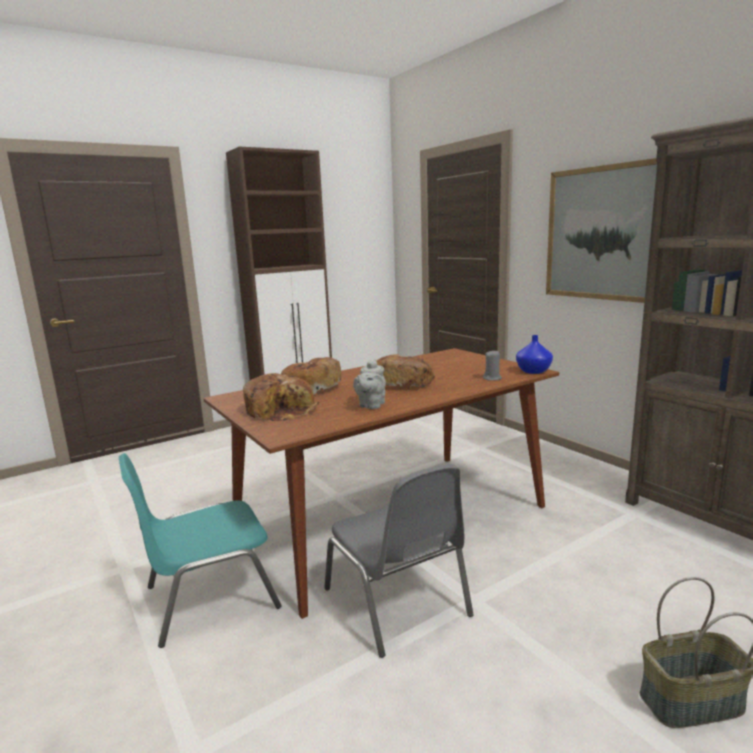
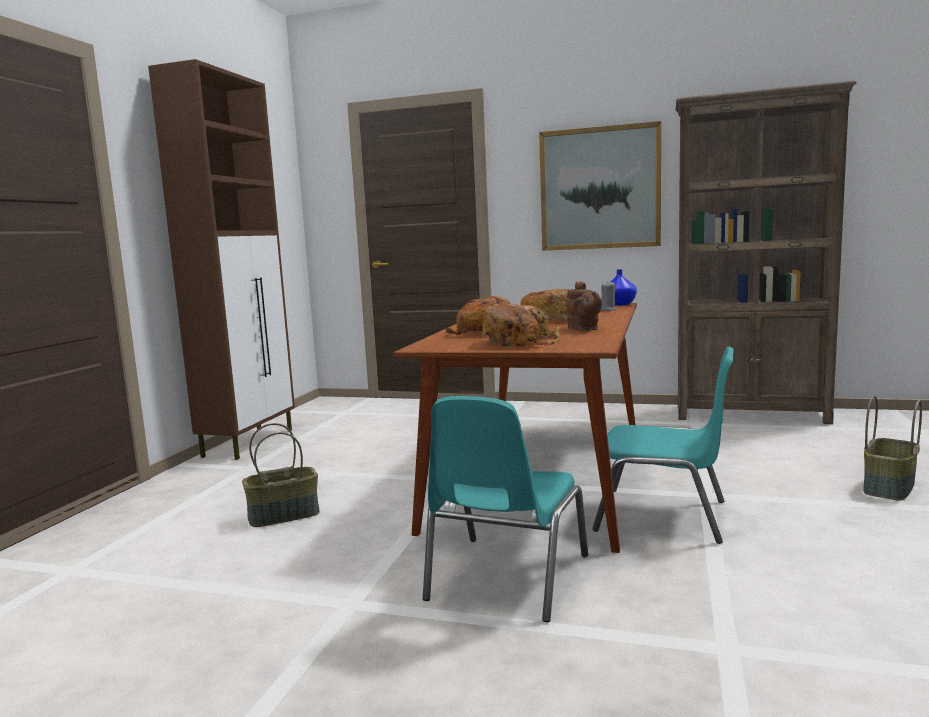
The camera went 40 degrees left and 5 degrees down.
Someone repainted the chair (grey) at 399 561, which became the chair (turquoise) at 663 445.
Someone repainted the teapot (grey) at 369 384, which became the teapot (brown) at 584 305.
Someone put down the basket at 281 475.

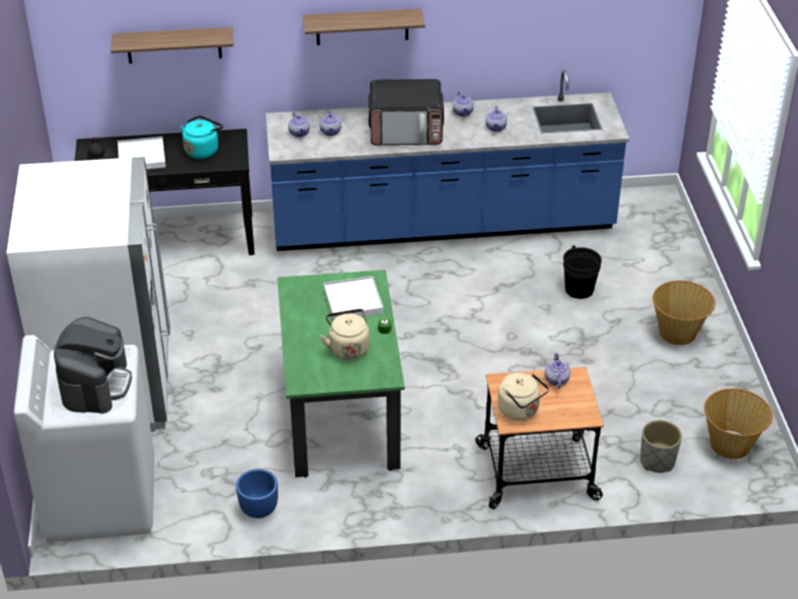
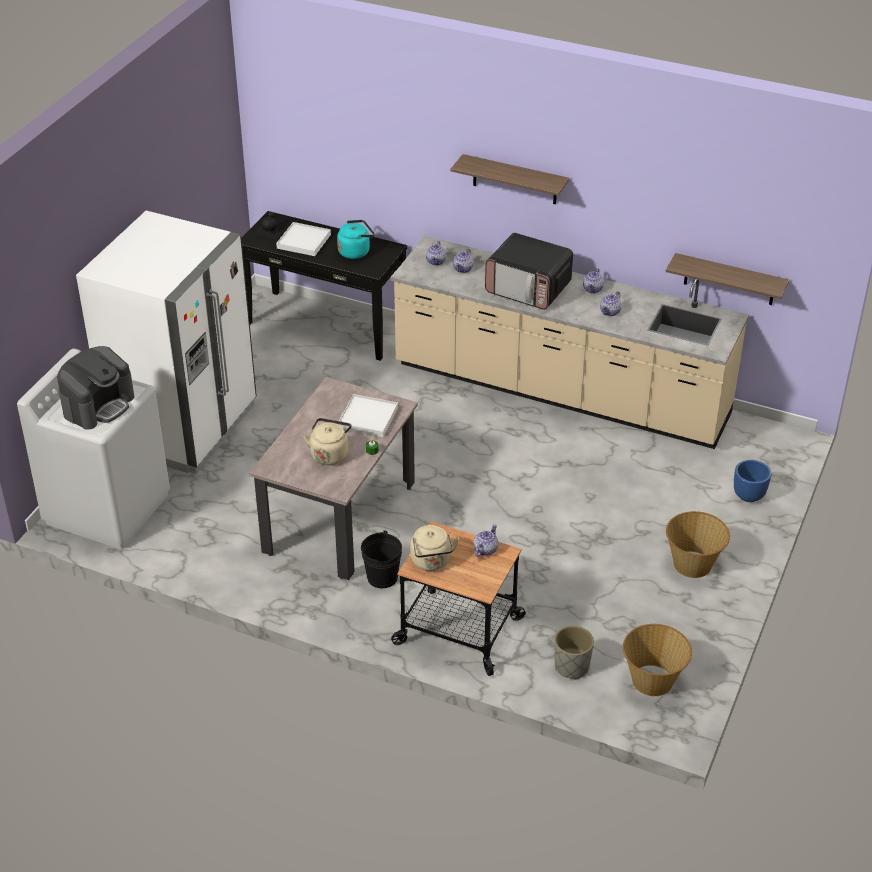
The camera went 30 degrees right and 0 degrees up.
Someone carried the shelf from 172 45 to 727 279.
Someone carried the planter (blue) from 257 493 to 752 481.
Someone repainted the counter (blue) at 447 160, which became the counter (beige) at 570 342.
Someone repainted the dining table (green) at 341 374, which became the dining table (beige) at 333 478.
Someone carried the bucket (black) from 582 272 to 381 559.

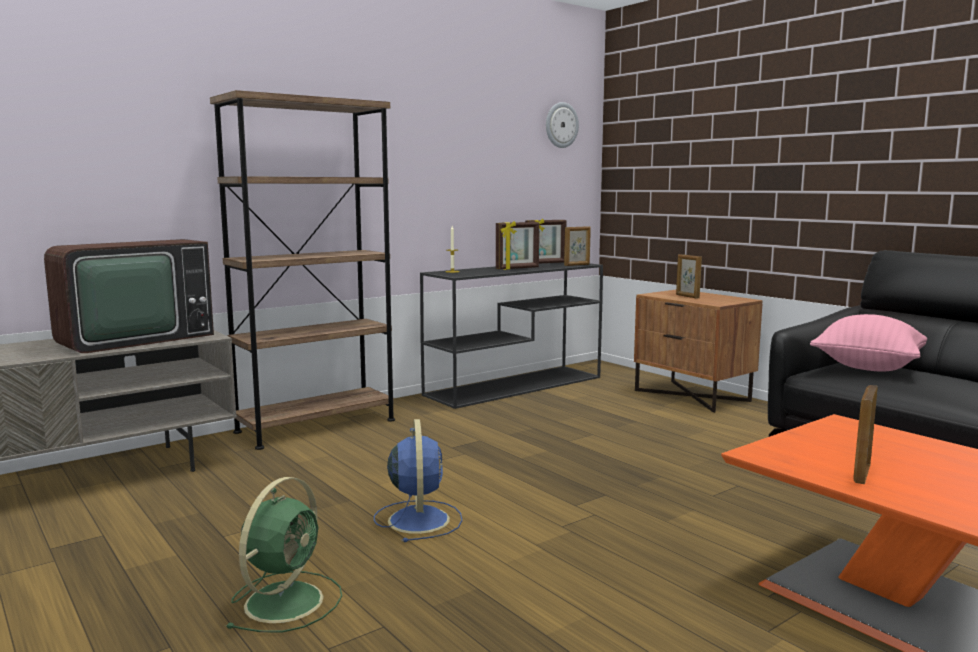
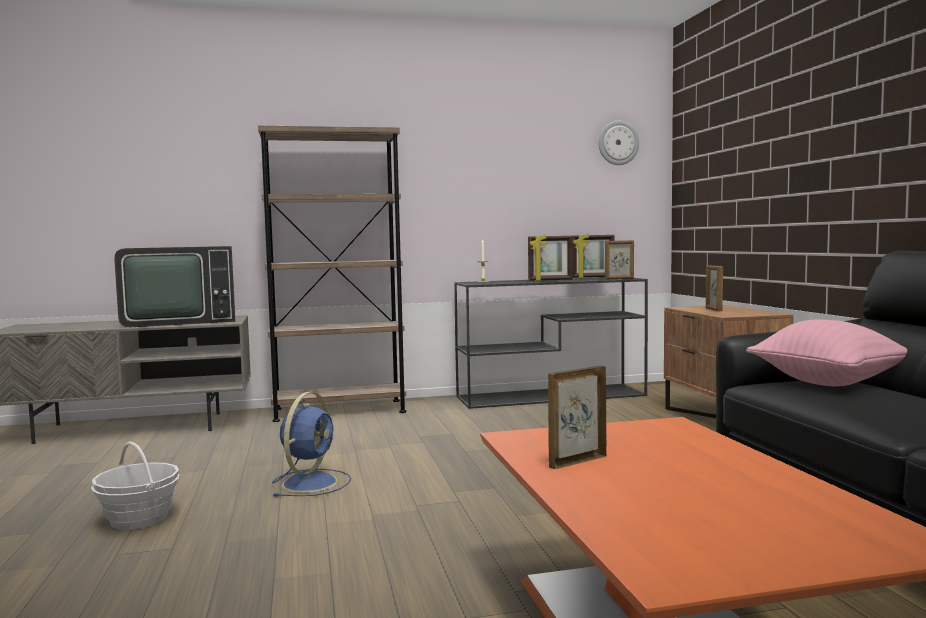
The camera went 25 degrees right and 5 degrees down.
Someone swapped the fan (green) at 283 555 for the basket at 135 486.

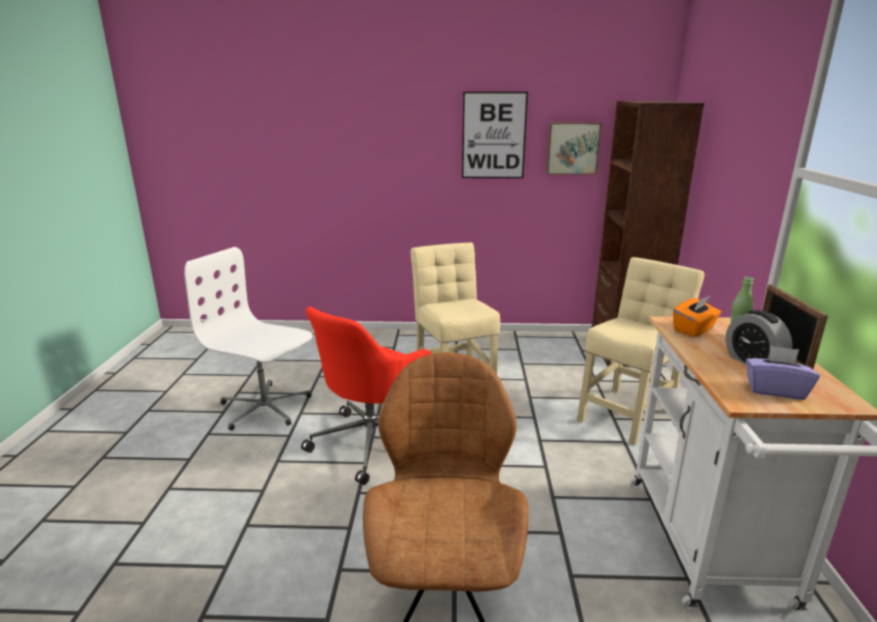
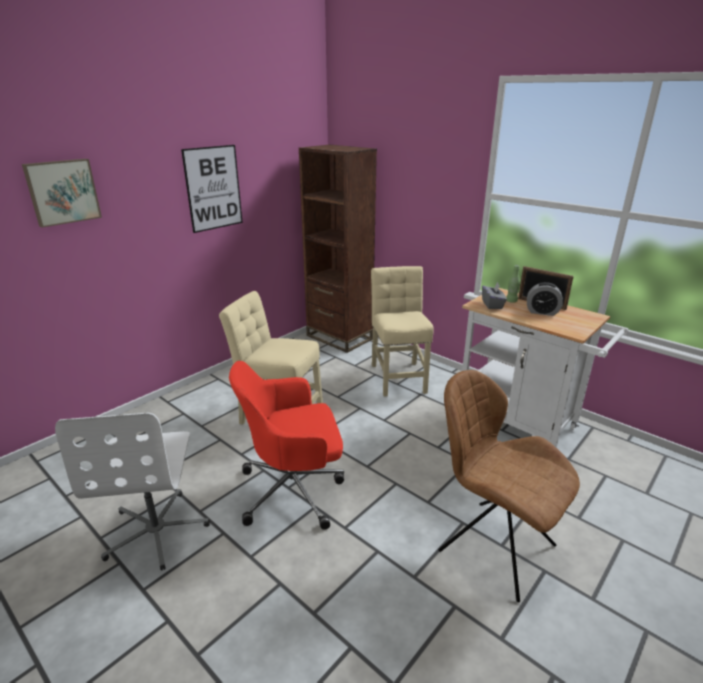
The camera went 50 degrees left and 5 degrees up.
Someone rotated the office chair (white) at 248 338 by 75 degrees counterclockwise.
Someone rotated the office chair (red) at 366 396 by 90 degrees clockwise.
Someone carried the picture from 574 149 to 62 193.
Someone repainted the tissue box (orange) at 697 316, which became the tissue box (grey) at 494 295.
Someone took away the tissue box (purple) at 783 372.

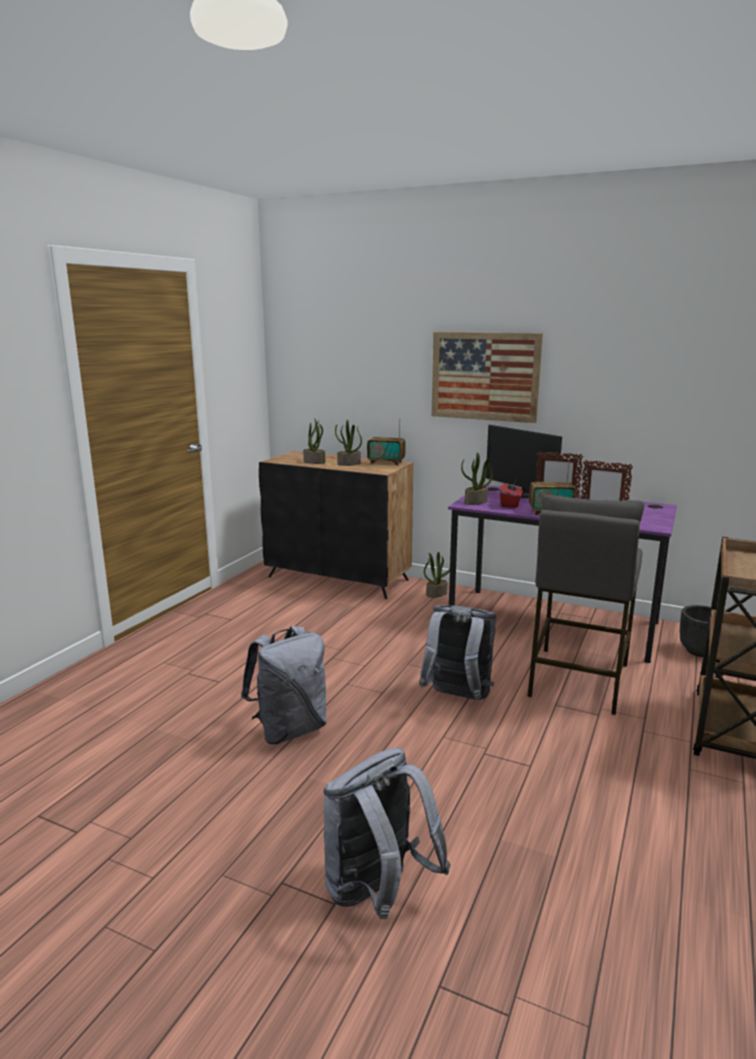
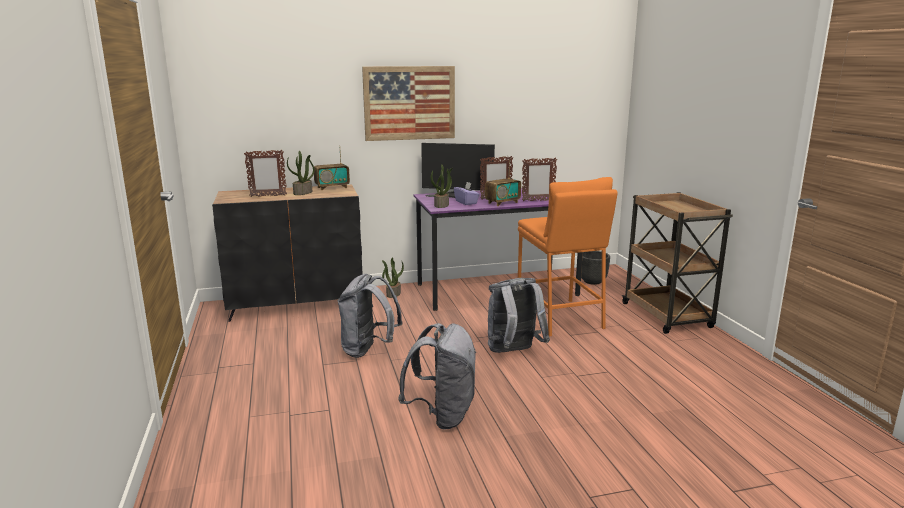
The camera went 40 degrees left and 0 degrees up.
Someone swapped the potted plant at 314 441 for the picture frame at 265 173.
Someone carried the backpack (grey) from 387 833 to 370 316.
Someone repainted the tissue box (red) at 511 493, which became the tissue box (purple) at 467 193.
Someone repainted the stool (grey) at 585 605, which became the stool (orange) at 567 257.

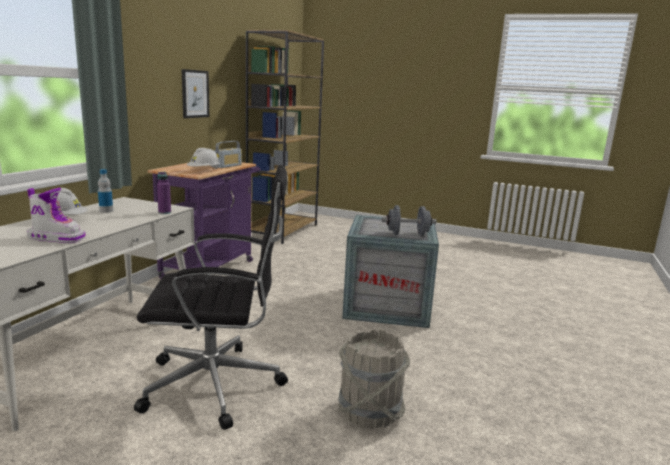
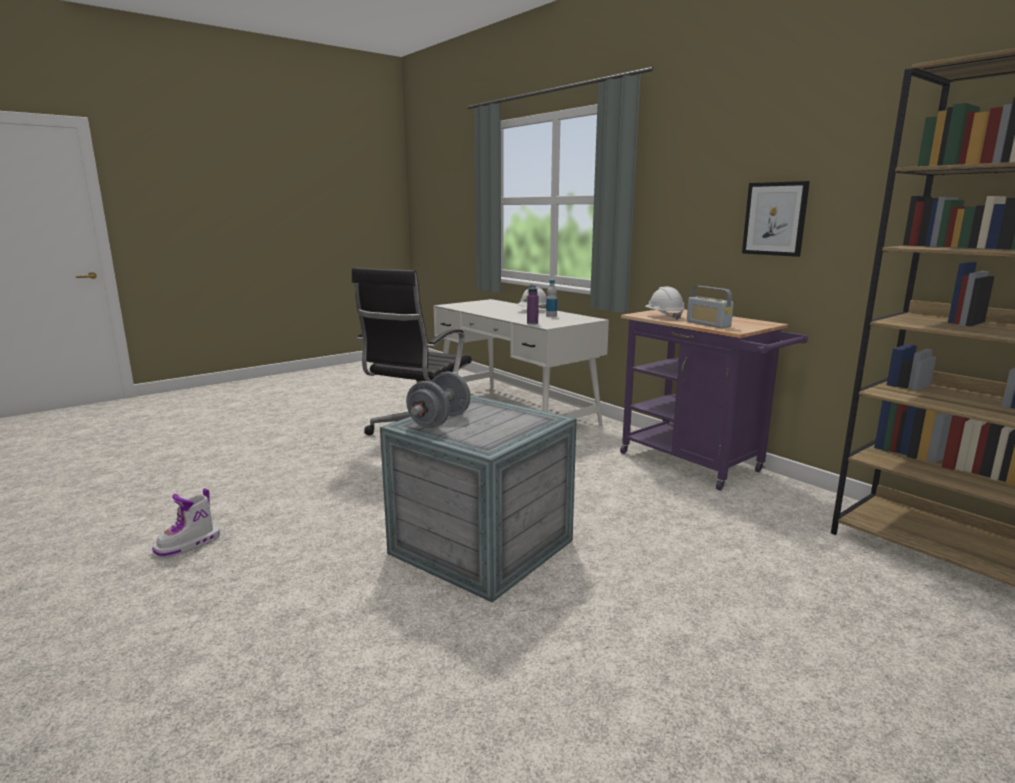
The camera went 120 degrees right and 0 degrees up.
Someone carried the boot from 56 215 to 186 523.
Someone took away the bucket (grey) at 374 378.

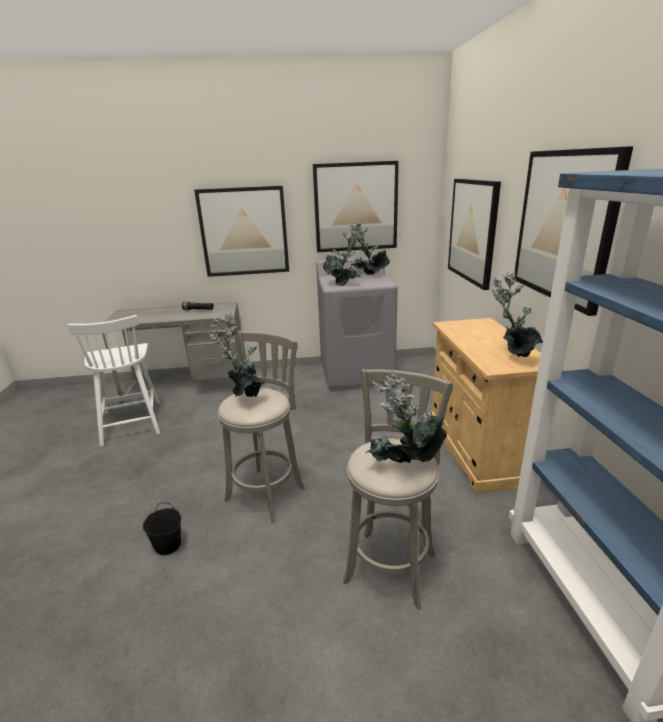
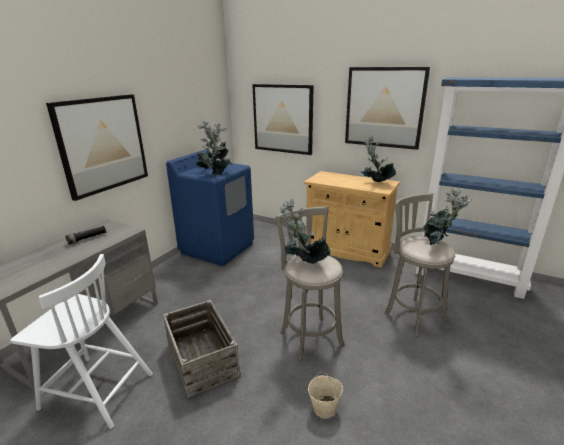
The camera went 55 degrees left and 0 degrees up.
Someone repainted the bucket (black) at 162 529, which became the bucket (beige) at 325 395.
Someone took away the picture at 356 206.
Someone repainted the washing machine (grey) at 357 325, which became the washing machine (blue) at 210 207.
Someone put down the crate at 202 349.

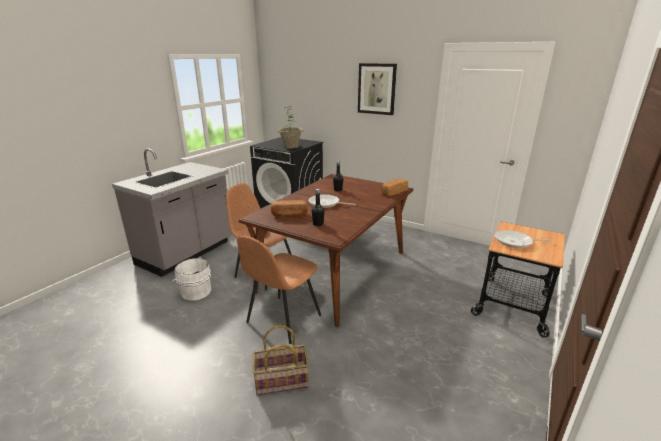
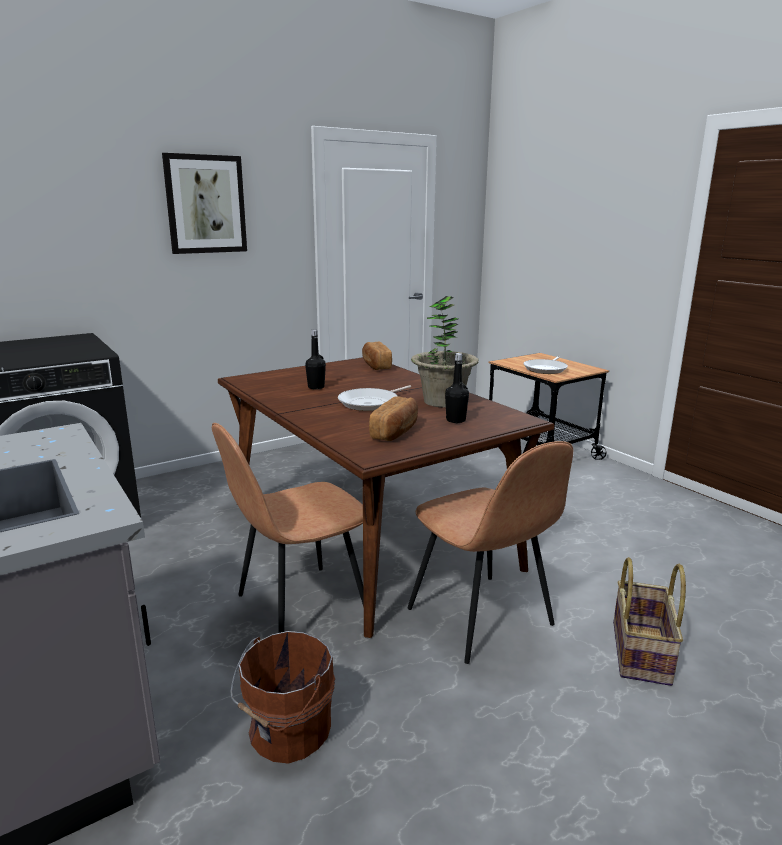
The camera went 65 degrees left and 5 degrees down.
Someone repainted the bucket (white) at 192 279, which became the bucket (brown) at 282 697.
Someone carried the potted plant from 290 127 to 445 352.

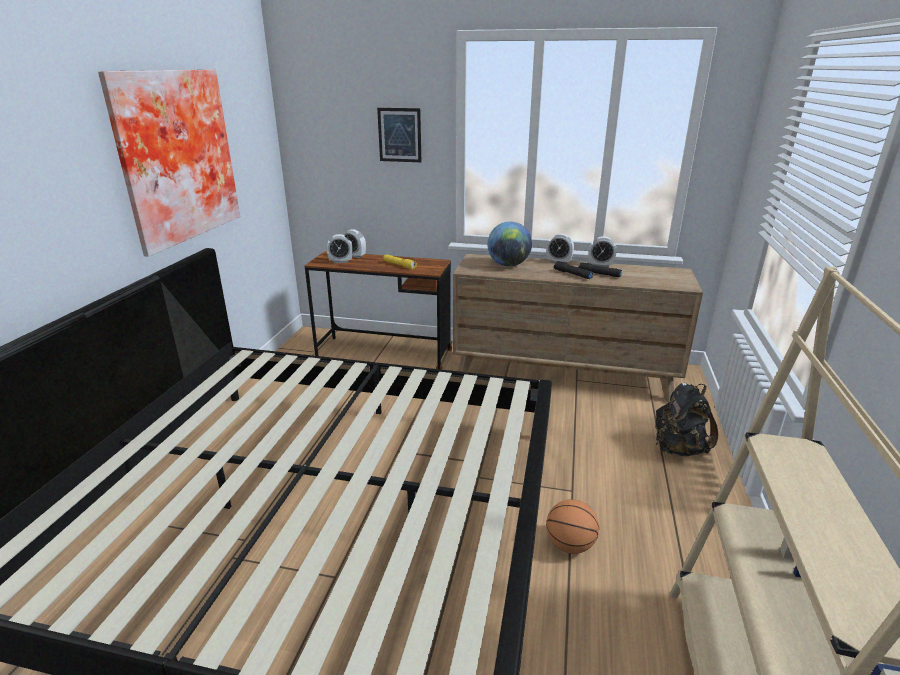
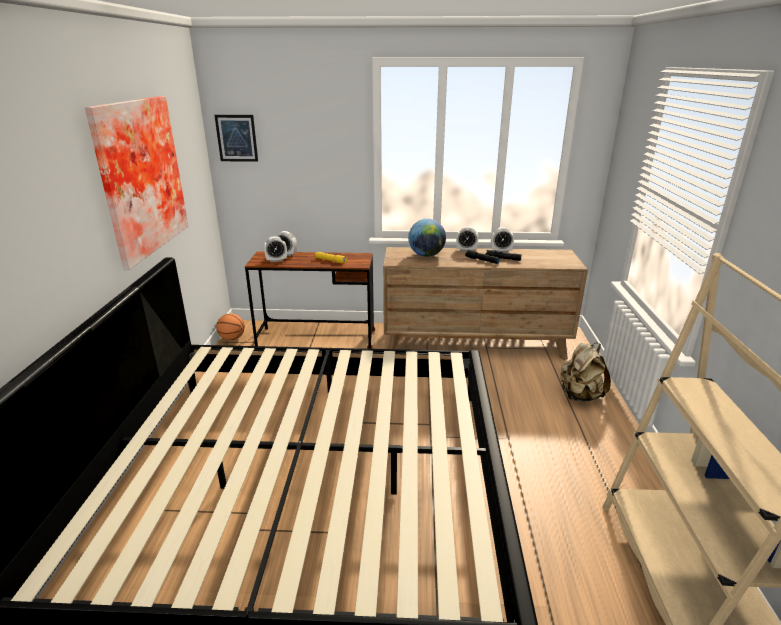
The camera went 10 degrees left and 0 degrees up.
Someone carried the picture from 399 135 to 236 138.
Someone carried the basketball from 572 526 to 230 327.
Someone repainted the backpack (black) at 686 419, which became the backpack (beige) at 585 372.

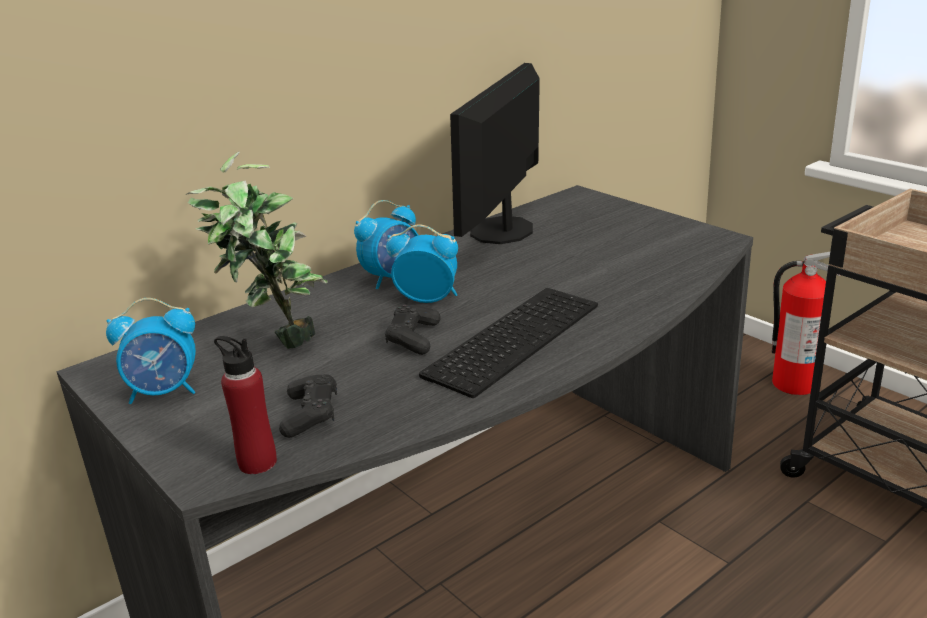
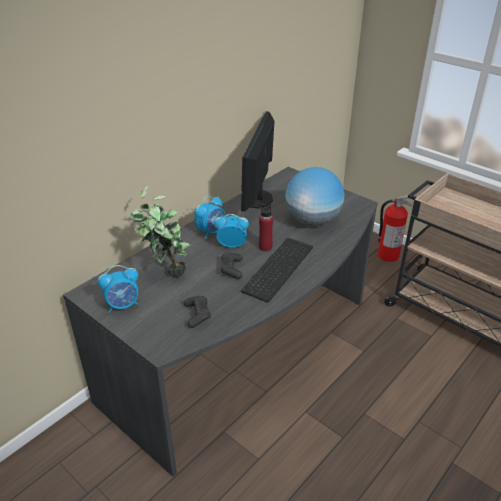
The camera went 10 degrees left and 10 degrees up.
Someone carried the bottle (red) from 245 405 to 266 227.
Someone put down the globe at 314 196.

